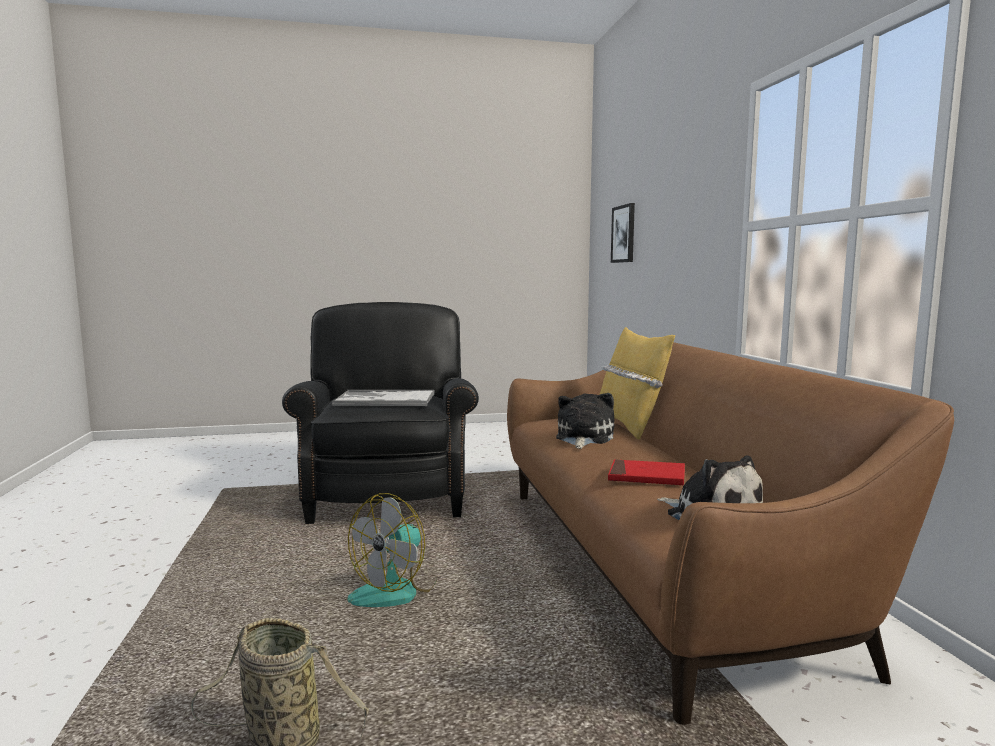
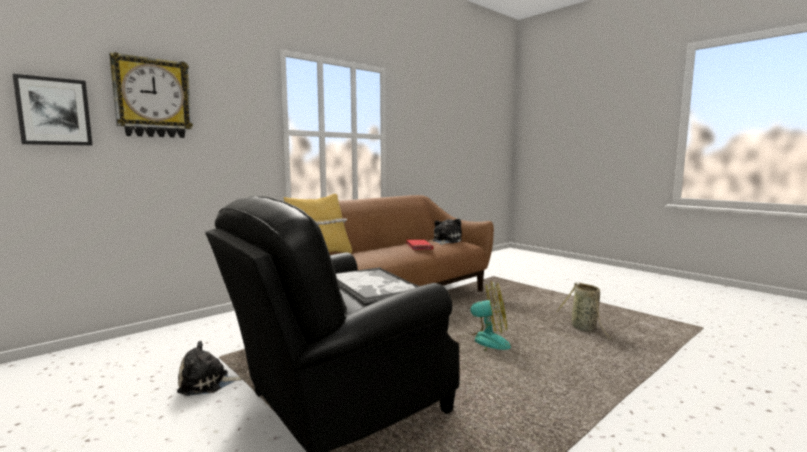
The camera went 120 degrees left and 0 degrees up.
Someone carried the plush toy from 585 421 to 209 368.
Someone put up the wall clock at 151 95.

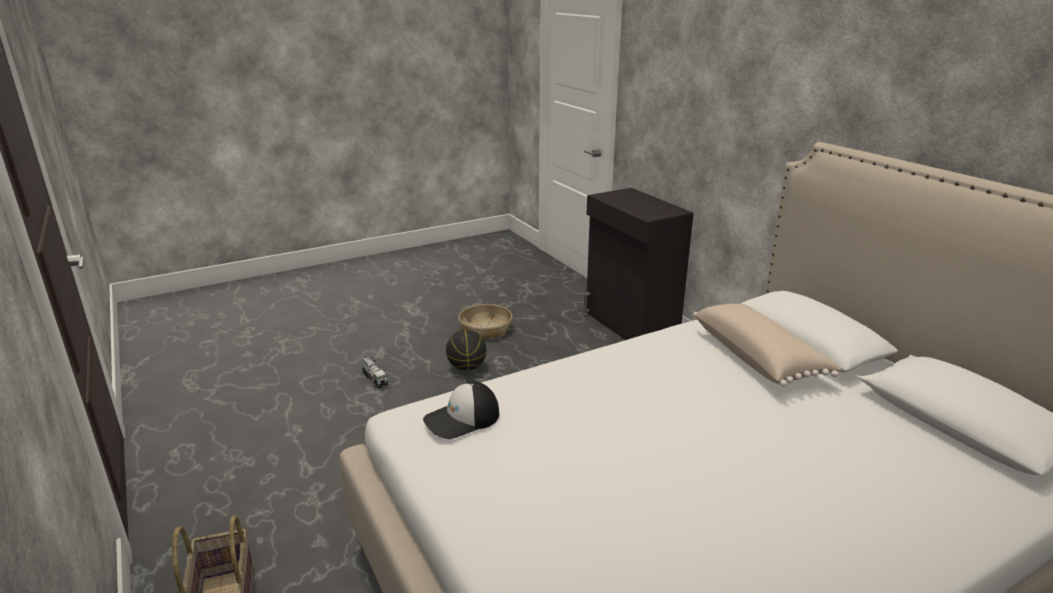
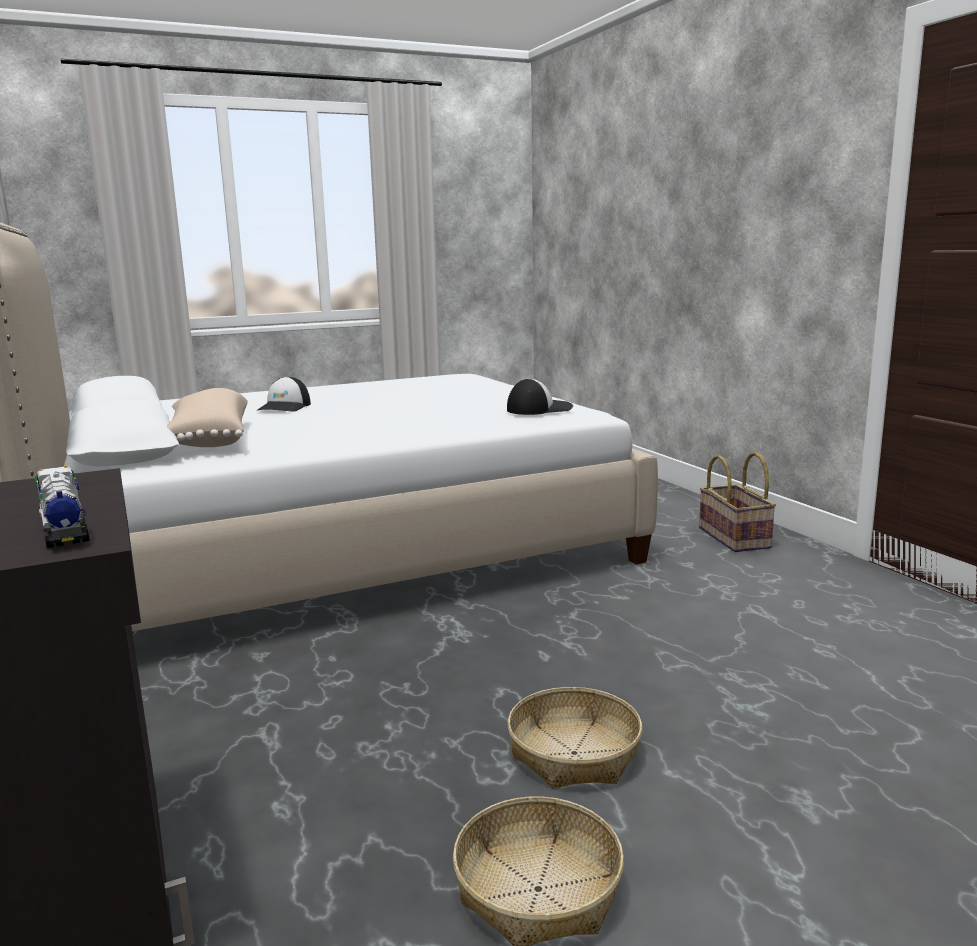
The camera went 175 degrees left and 10 degrees down.
Someone carried the toy truck from 375 371 to 62 507.
Someone swapped the basketball at 466 350 for the basket at 575 737.
Someone put down the cap at 283 394.

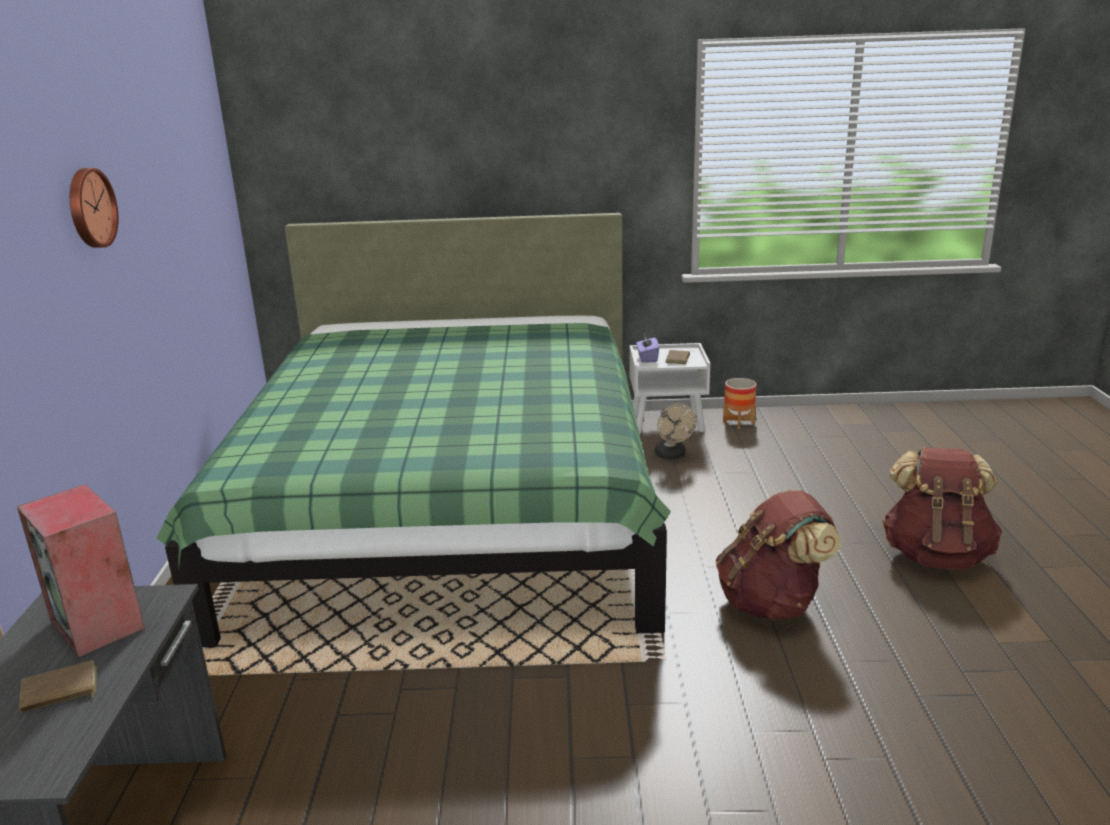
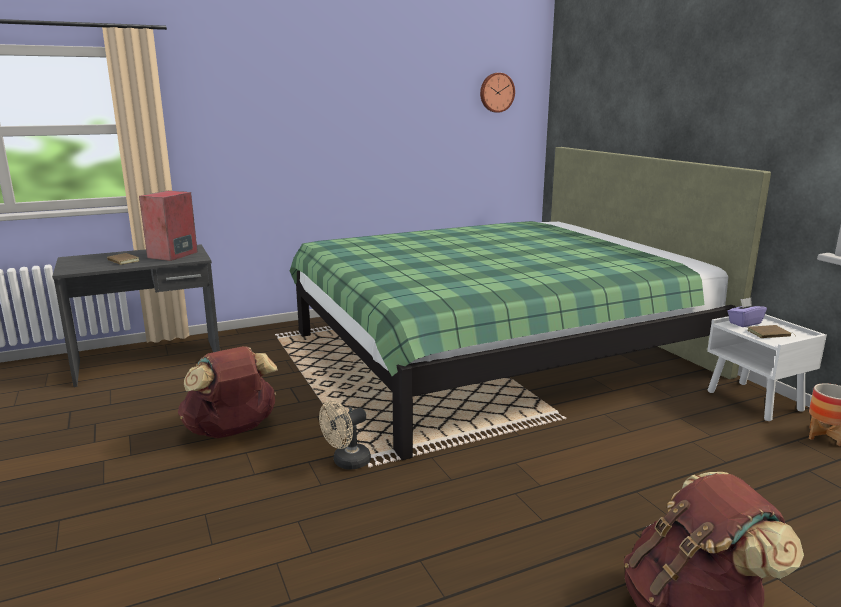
The camera went 65 degrees right and 5 degrees down.
Someone carried the wall clock from 94 208 to 497 93.
Someone carried the fan (beige) from 675 431 to 345 435.
Someone carried the backpack (brown) from 778 555 to 228 392.

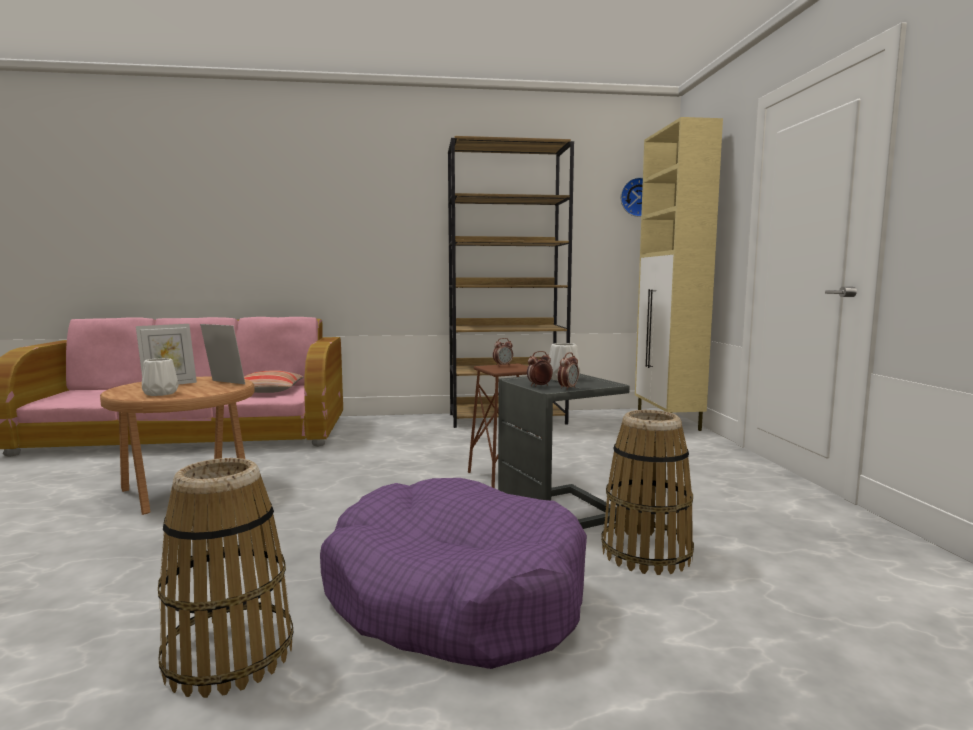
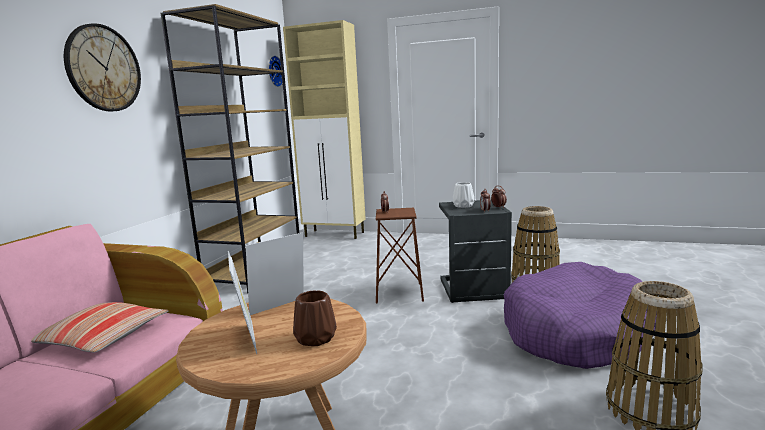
The camera went 65 degrees left and 5 degrees up.
Someone repainted the vase (white) at 160 377, which became the vase (brown) at 315 318.
Someone put up the wall clock at 102 67.

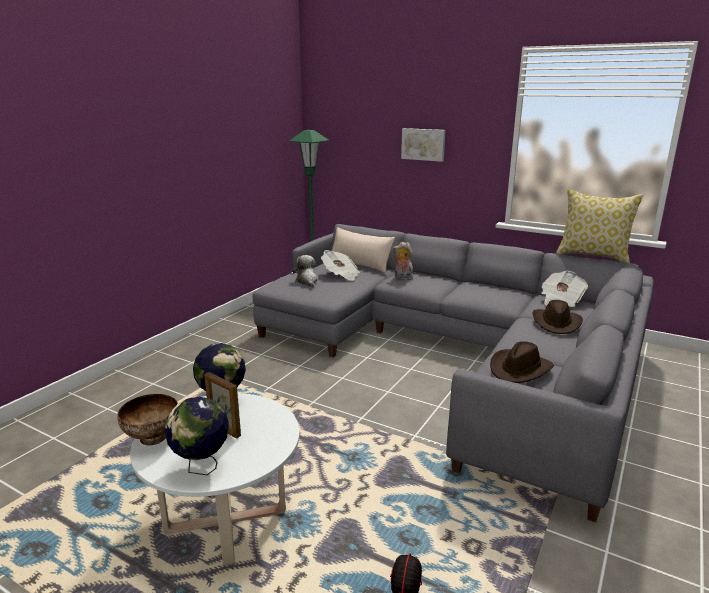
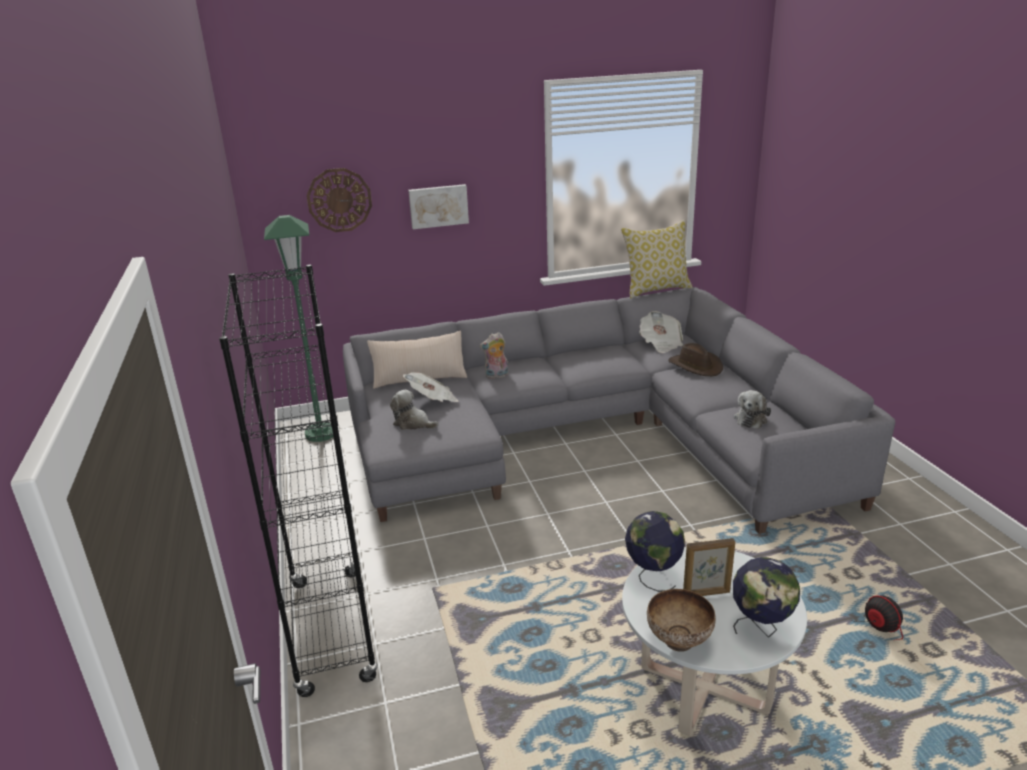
The camera went 45 degrees left and 5 degrees up.
Someone swapped the hat (brown) at 522 362 for the plush toy at 752 409.
Someone put down the bookcase (black) at 298 481.
Someone put up the wall clock at 339 200.

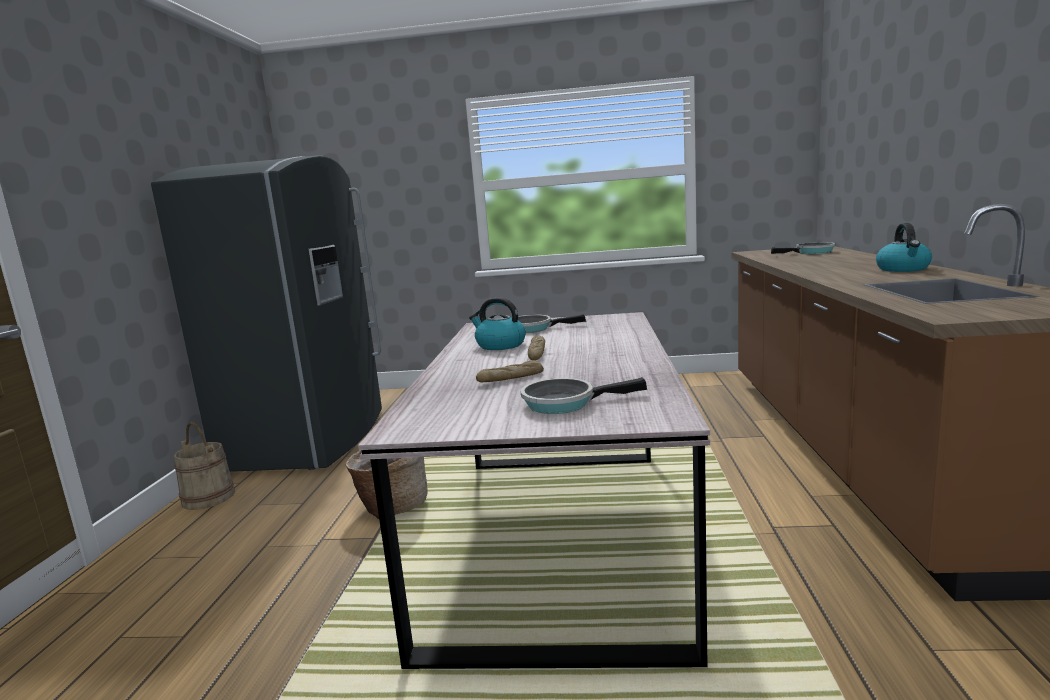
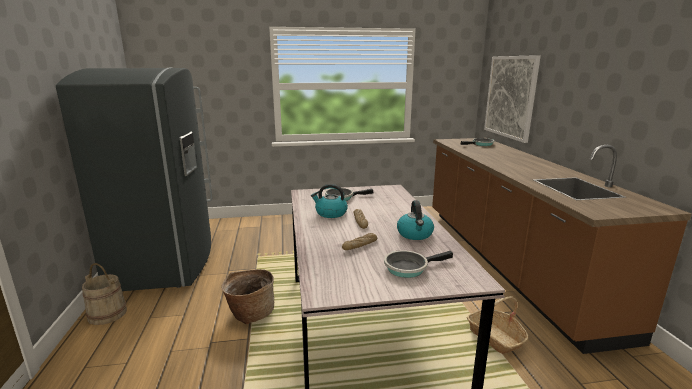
The camera went 15 degrees left and 5 degrees up.
Someone carried the kettle from 904 247 to 415 220.
Someone put down the basket at 497 325.
Someone put up the picture at 512 99.

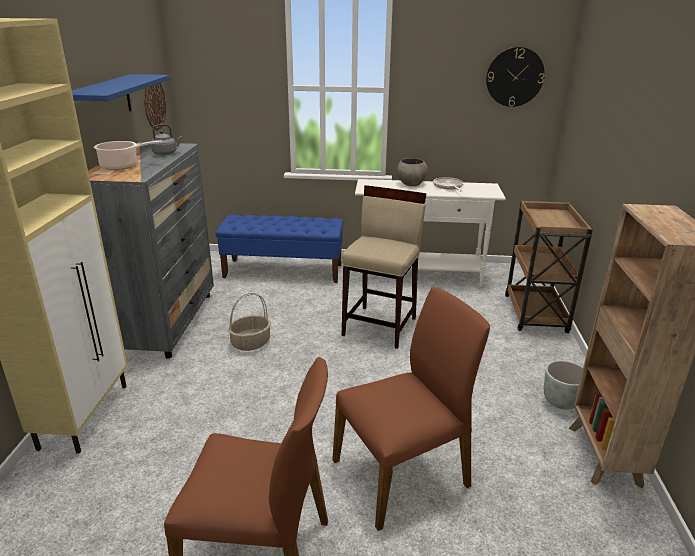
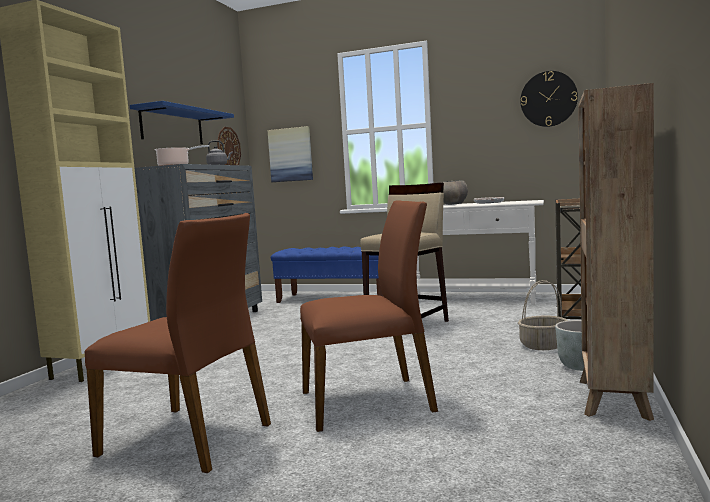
The camera went 15 degrees right and 20 degrees down.
Someone carried the basket from 249 322 to 543 315.
Someone put up the picture at 290 154.

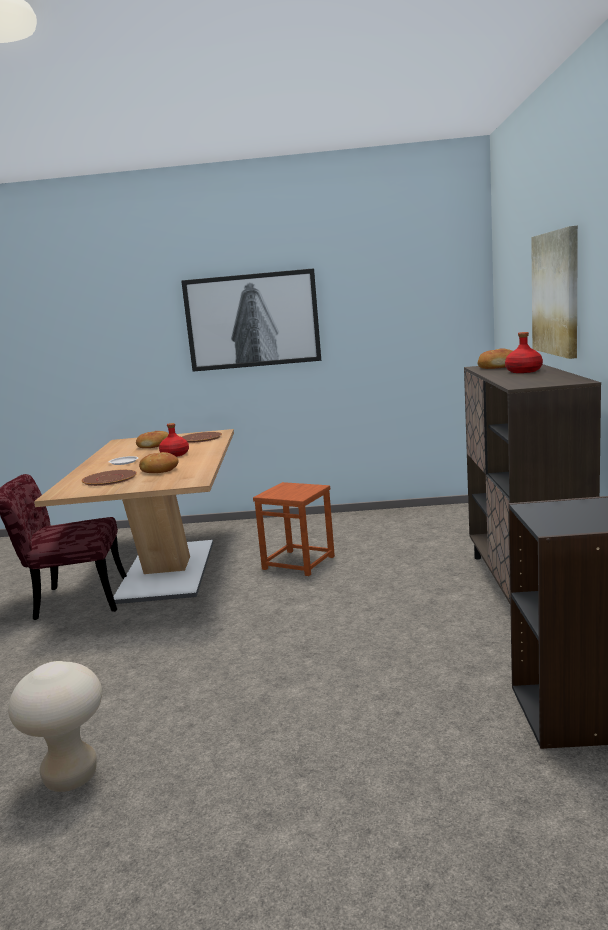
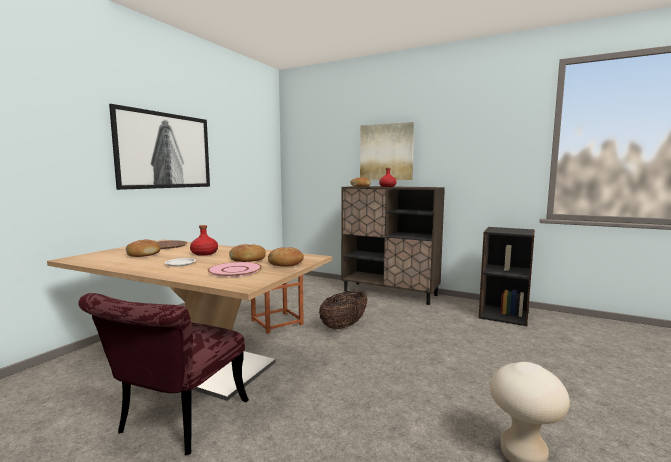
The camera went 65 degrees left and 5 degrees down.
Someone repainted the plate (brown) at 109 478, which became the plate (pink) at 235 269.
Someone put down the bread at 286 257.
Someone put down the basket at 343 310.

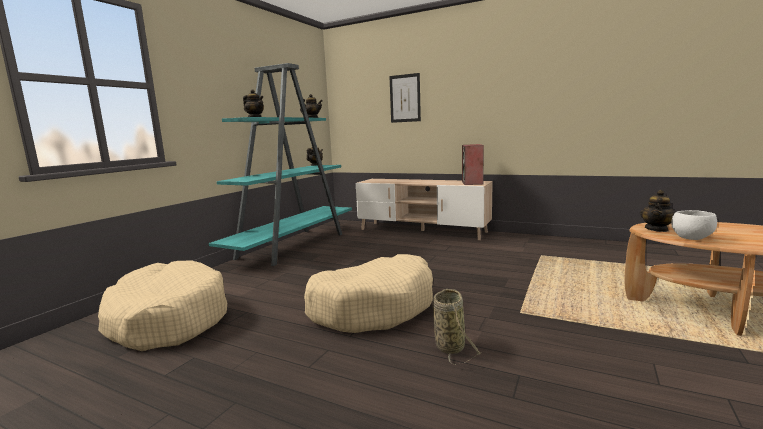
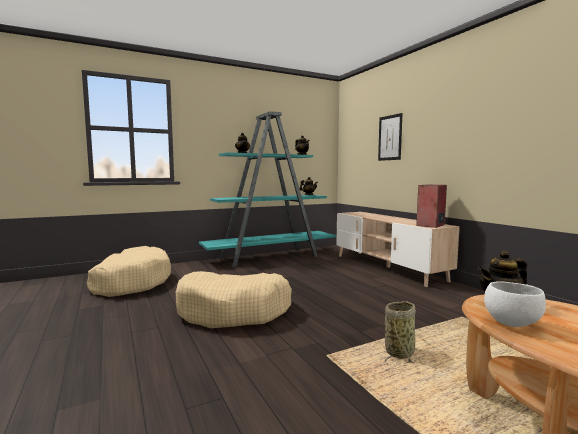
The camera went 35 degrees right and 5 degrees down.
Someone carried the basket from 456 327 to 400 333.

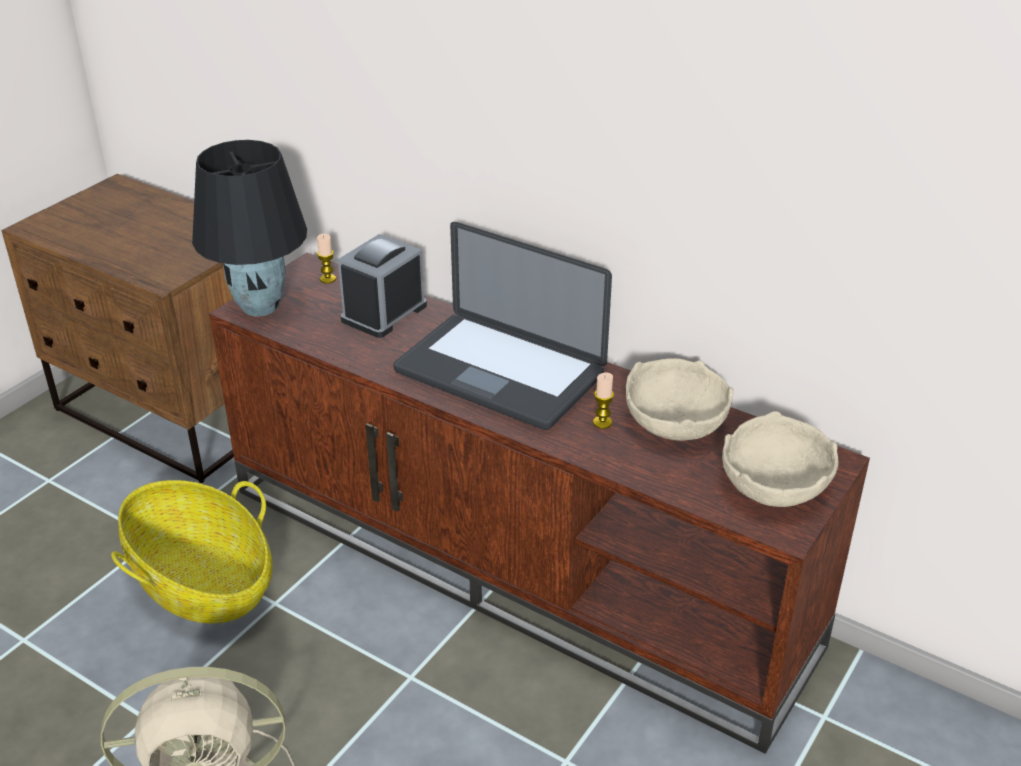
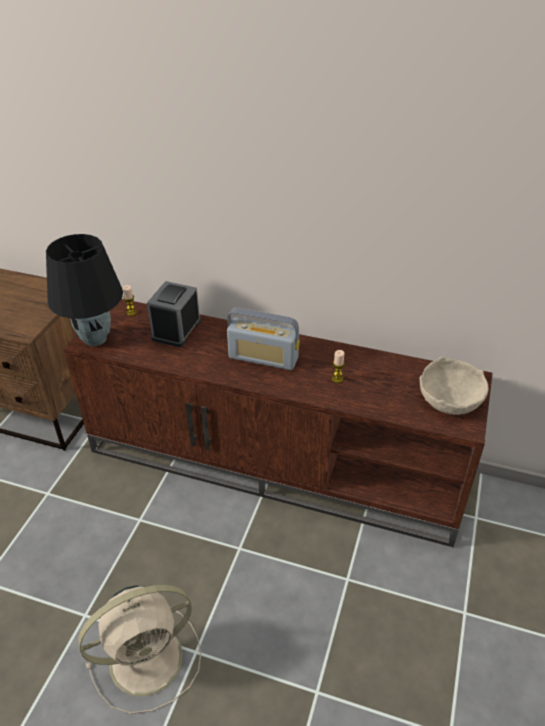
The camera went 15 degrees left and 5 degrees up.
Someone took away the basket at 191 552.
Someone swapped the laptop at 502 326 for the radio at 263 339.
Someone took away the bowl (beige) at 679 399.

